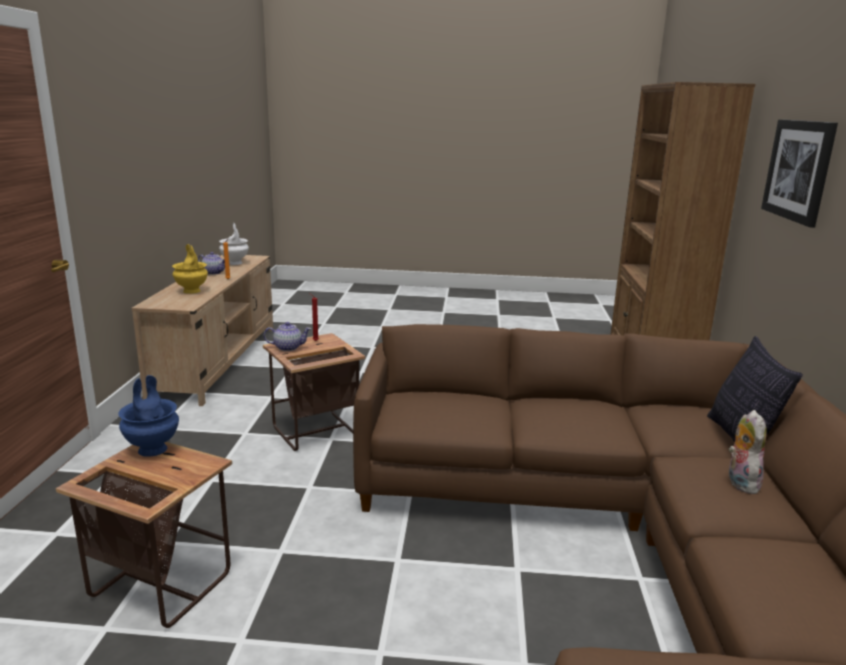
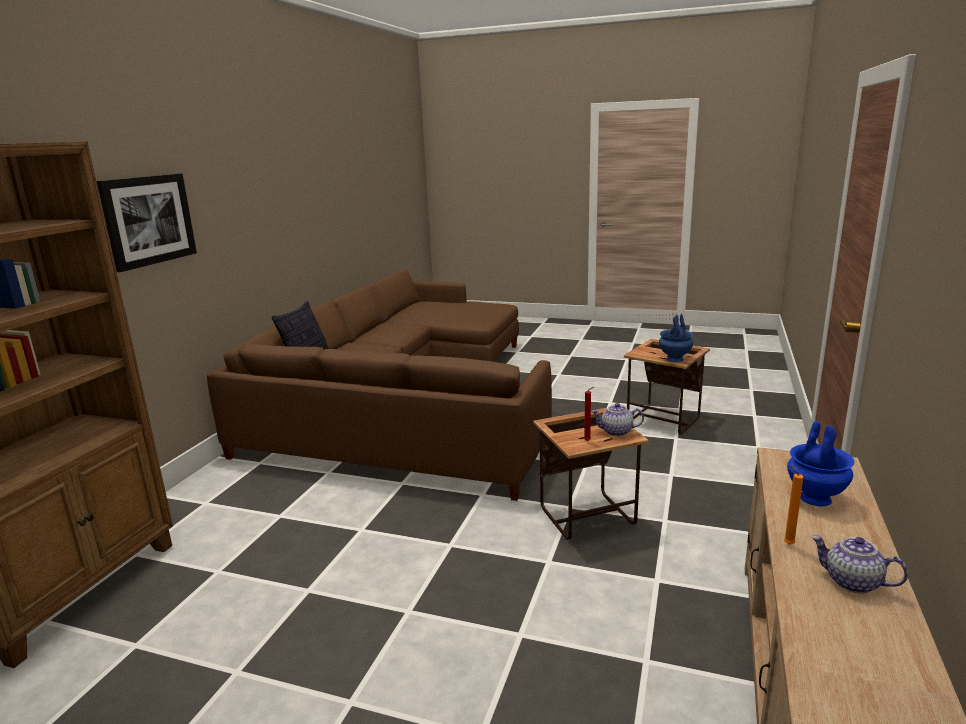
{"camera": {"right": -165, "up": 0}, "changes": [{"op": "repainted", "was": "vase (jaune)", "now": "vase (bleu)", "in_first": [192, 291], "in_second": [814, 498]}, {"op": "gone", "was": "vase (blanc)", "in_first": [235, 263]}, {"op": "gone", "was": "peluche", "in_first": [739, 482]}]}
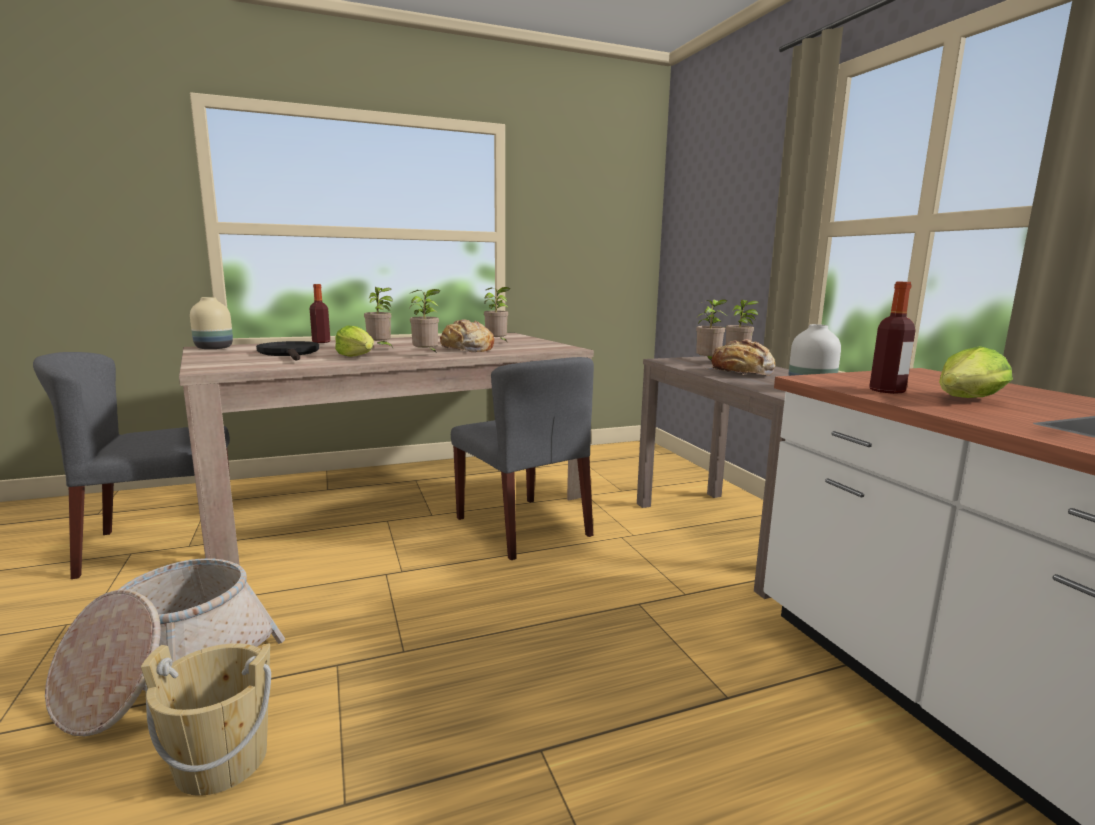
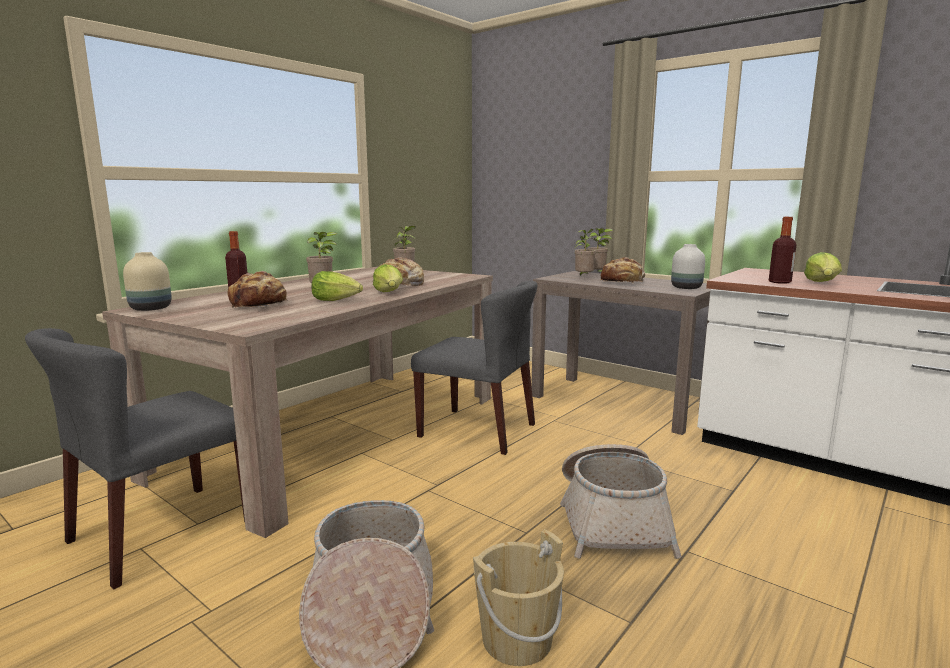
{"camera": {"right": -30, "up": 0}, "changes": [{"op": "swapped", "was": "poêle (noir)", "now": "pain", "in_first": [290, 353], "in_second": [259, 305]}, {"op": "swapped", "was": "plante en pot", "now": "laitue", "in_first": [427, 355], "in_second": [389, 292]}, {"op": "new", "now": "panier", "in_second": [612, 520]}]}
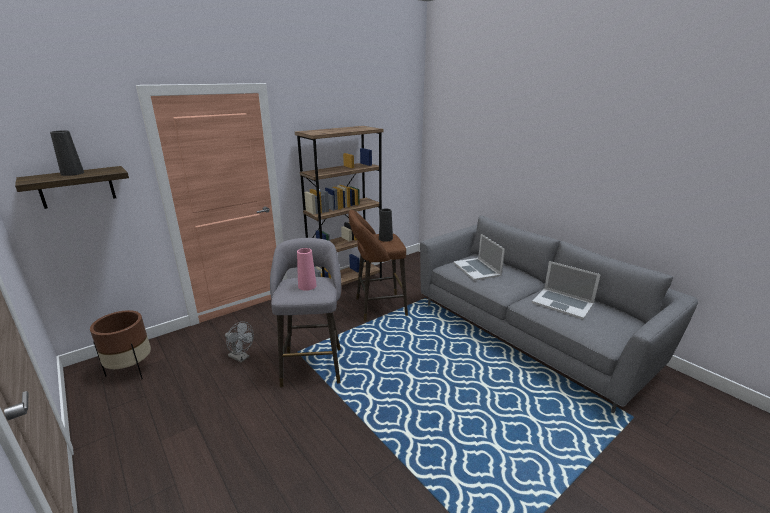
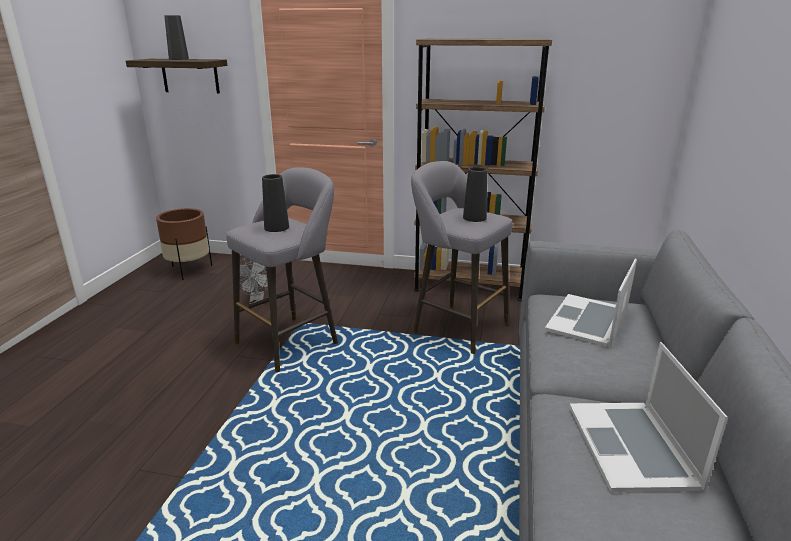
{"camera": {"right": 50, "up": 0}, "changes": [{"op": "repainted", "was": "vase (rose)", "now": "vase (noir)", "in_first": [307, 286], "in_second": [276, 227]}, {"op": "repainted", "was": "tabouret (marron)", "now": "tabouret (gris)", "in_first": [377, 307], "in_second": [456, 326]}]}
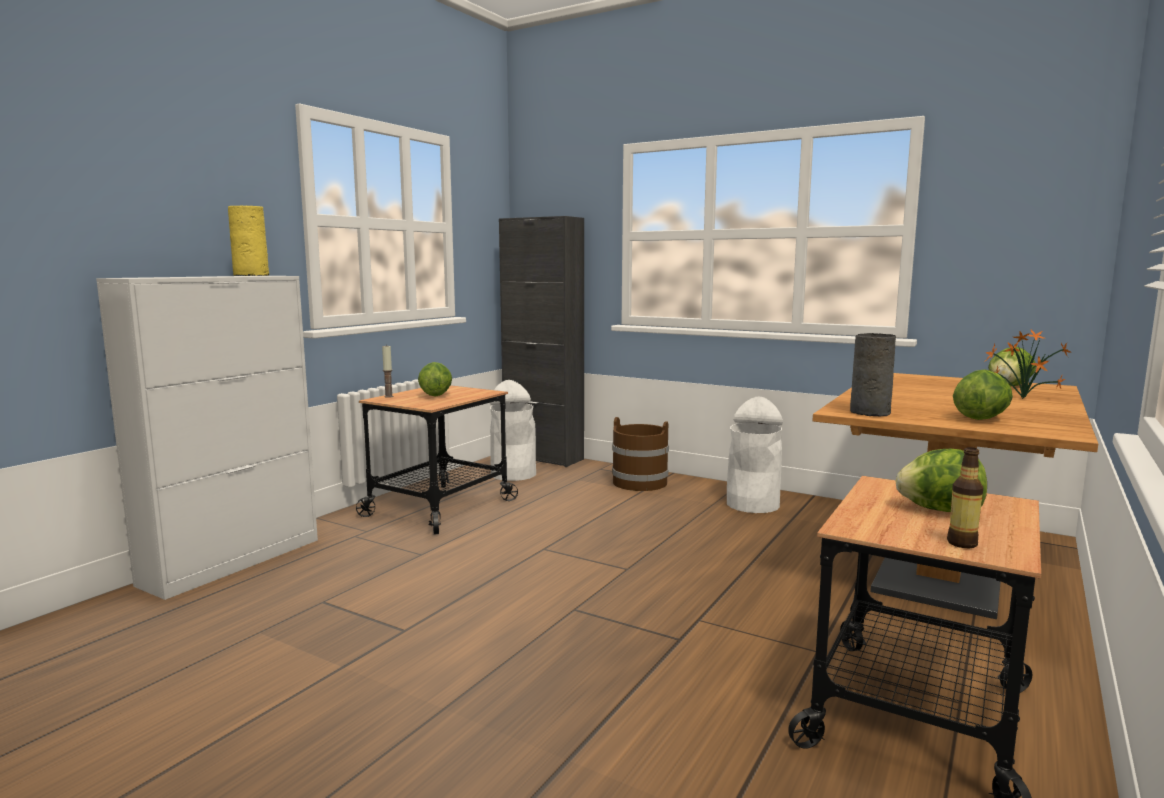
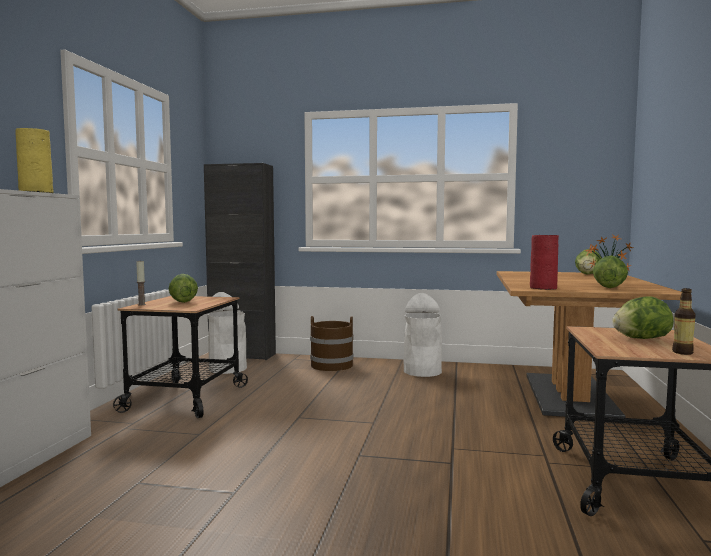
{"camera": {"right": -20, "up": -5}, "changes": [{"op": "repainted", "was": "vase (gris)", "now": "vase (rouge)", "in_first": [870, 412], "in_second": [543, 288]}]}
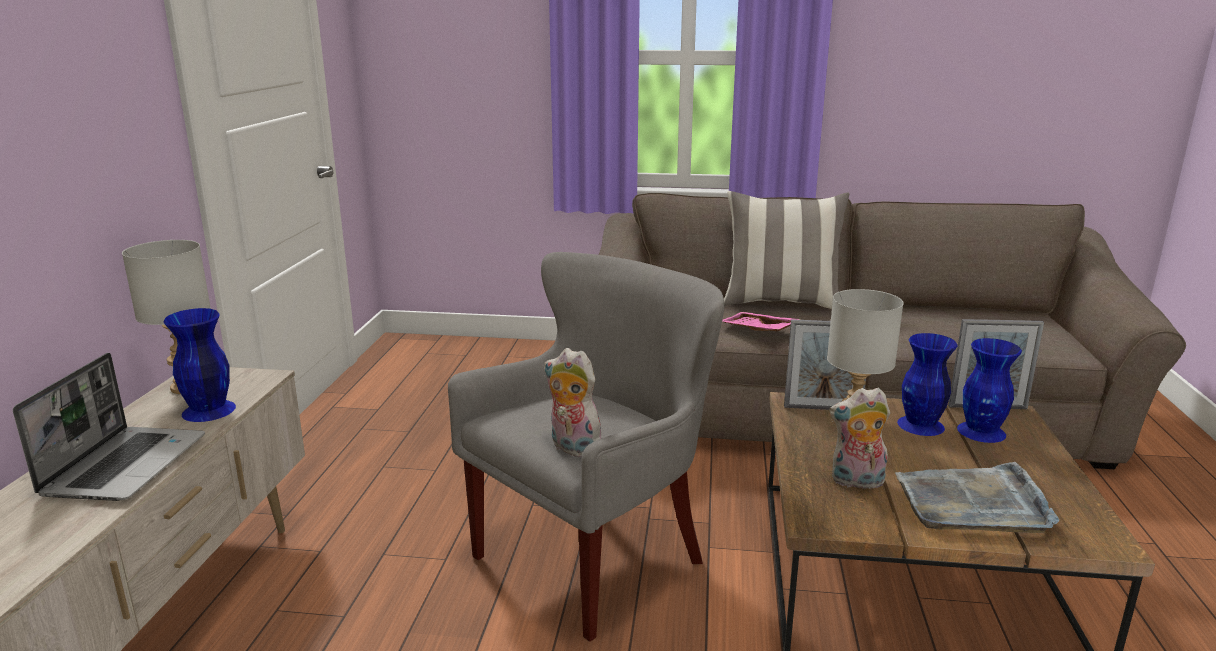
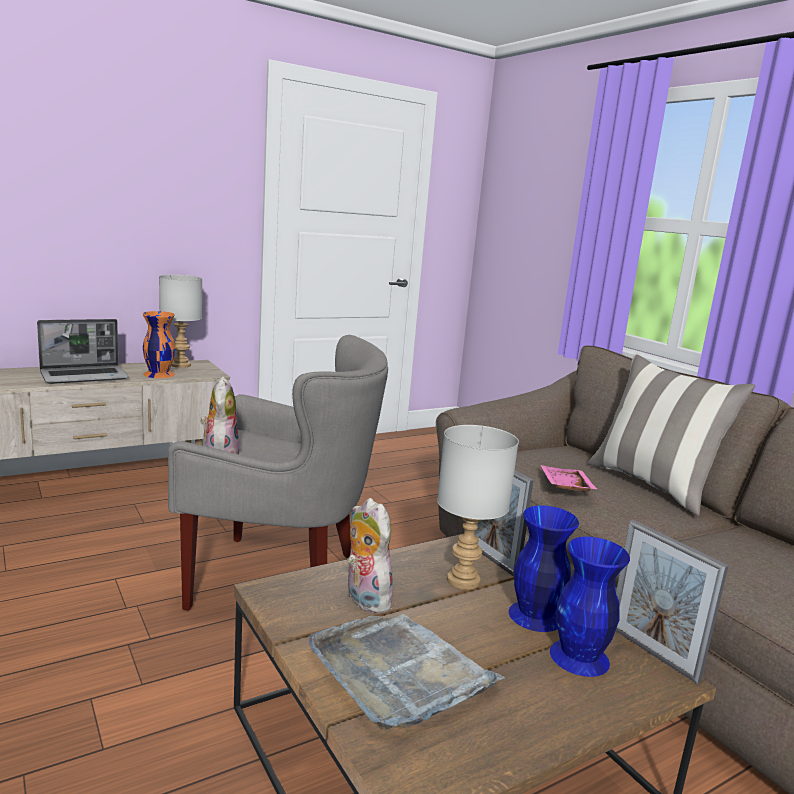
{"camera": {"right": 50, "up": -5}, "changes": [{"op": "repainted", "was": "vase (bleu)", "now": "vase (orange)", "in_first": [207, 410], "in_second": [158, 374]}]}
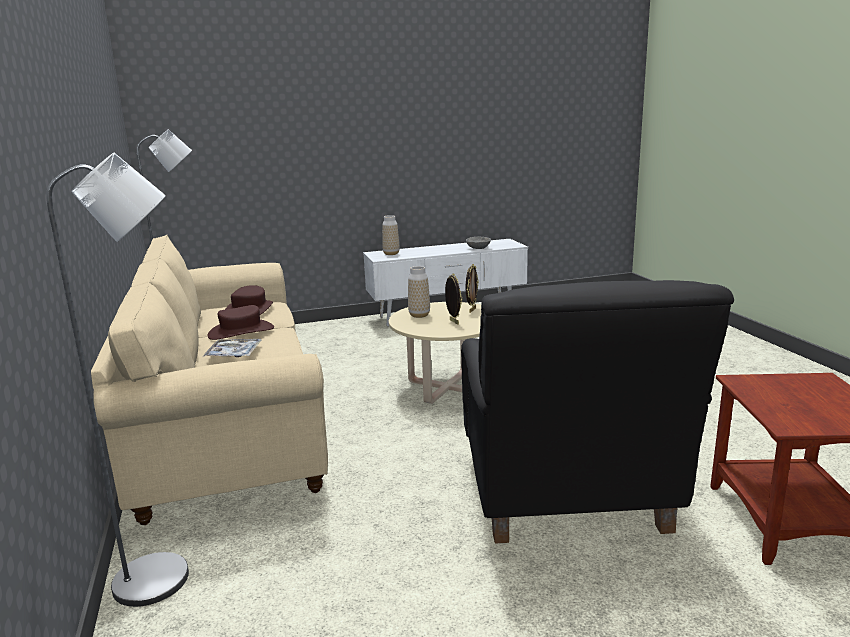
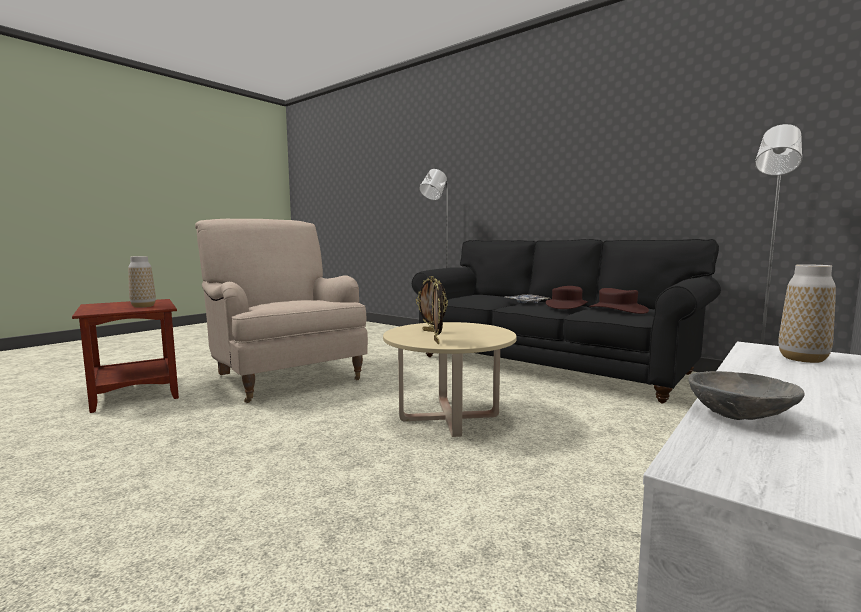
{"camera": {"right": 145, "up": -10}, "changes": [{"op": "repainted", "was": "canapé (beige)", "now": "canapé (noir)", "in_first": [229, 423], "in_second": [549, 365]}, {"op": "shifted", "was": "vase", "in_first": [419, 315], "in_second": [143, 306]}, {"op": "repainted", "was": "fauteuil (noir)", "now": "fauteuil (beige)", "in_first": [566, 499], "in_second": [285, 377]}]}
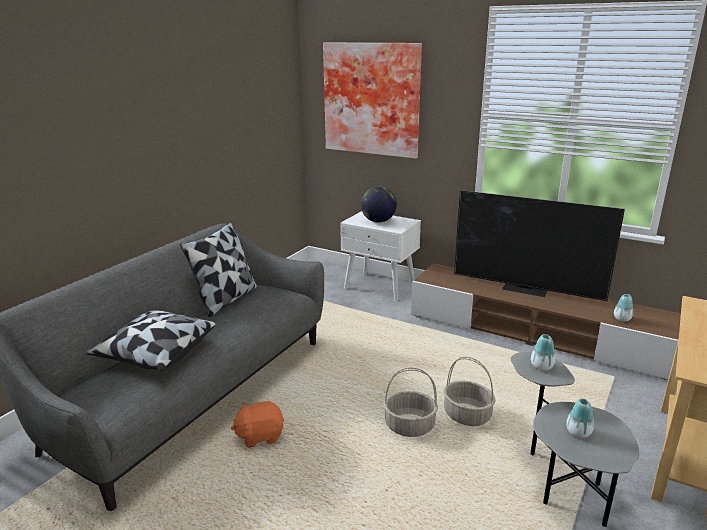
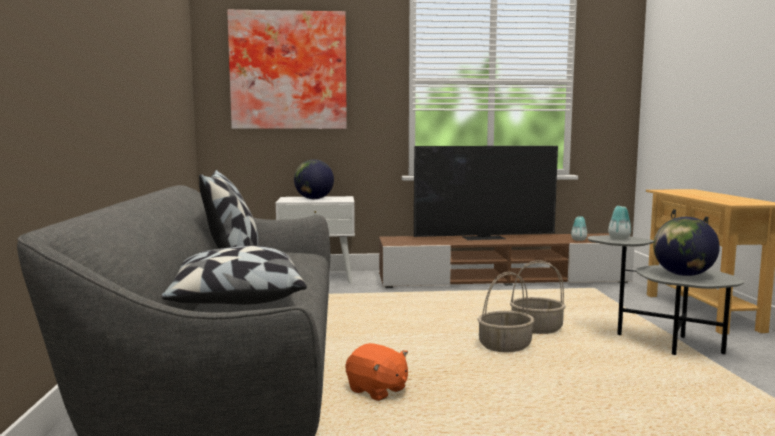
{"camera": {"right": -35, "up": -15}, "changes": [{"op": "rotated", "was": "peluche (orange)", "in_first": [260, 436], "in_second": [377, 391], "clockwise": -90}, {"op": "swapped", "was": "vase", "now": "globe", "in_first": [578, 432], "in_second": [683, 275]}]}
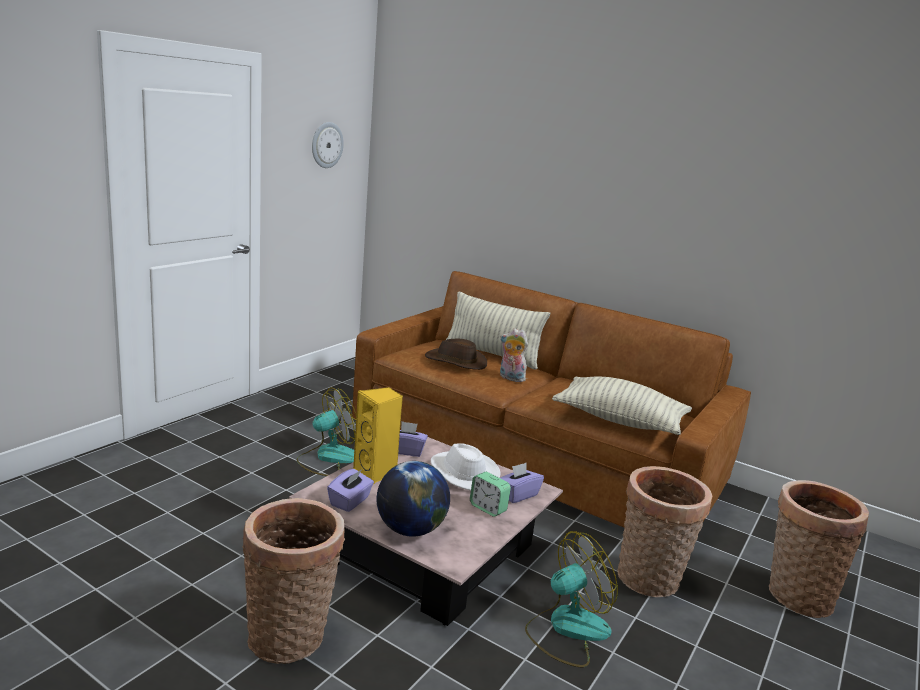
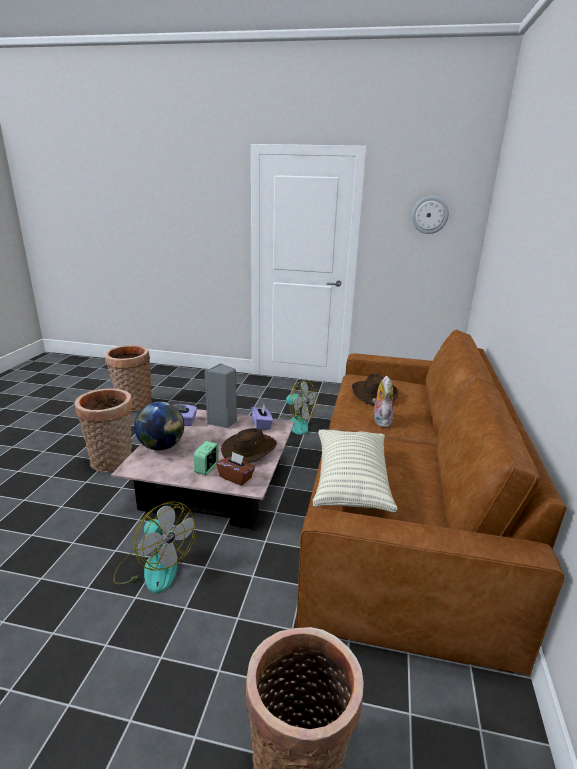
{"camera": {"right": 70, "up": 5}, "changes": [{"op": "repainted", "was": "enceinte (jaune)", "now": "enceinte (gris)", "in_first": [376, 472], "in_second": [223, 422]}, {"op": "repainted", "was": "chapeau (blanc)", "now": "chapeau (marron)", "in_first": [463, 473], "in_second": [249, 450]}, {"op": "gone", "was": "coussin", "in_first": [492, 355]}, {"op": "repainted", "was": "boîte à mouchoirs (violet)", "now": "boîte à mouchoirs (marron)", "in_first": [517, 495], "in_second": [236, 477]}, {"op": "shifted", "was": "panier", "in_first": [649, 581], "in_second": [133, 405]}]}
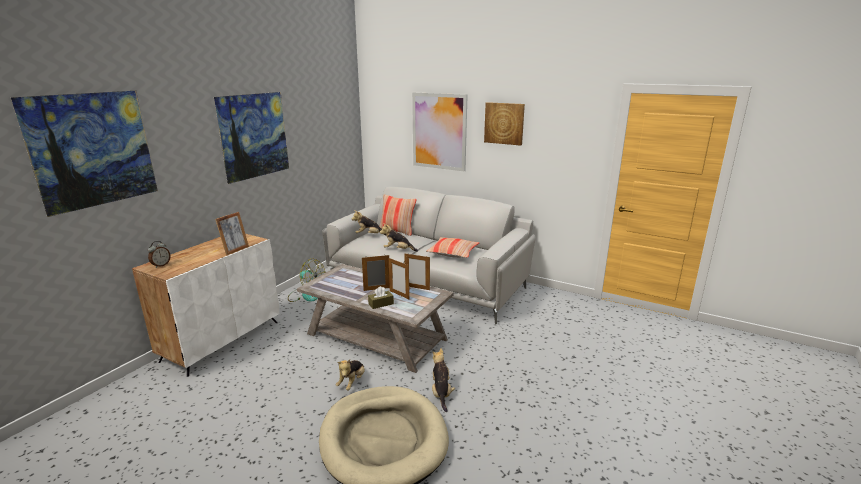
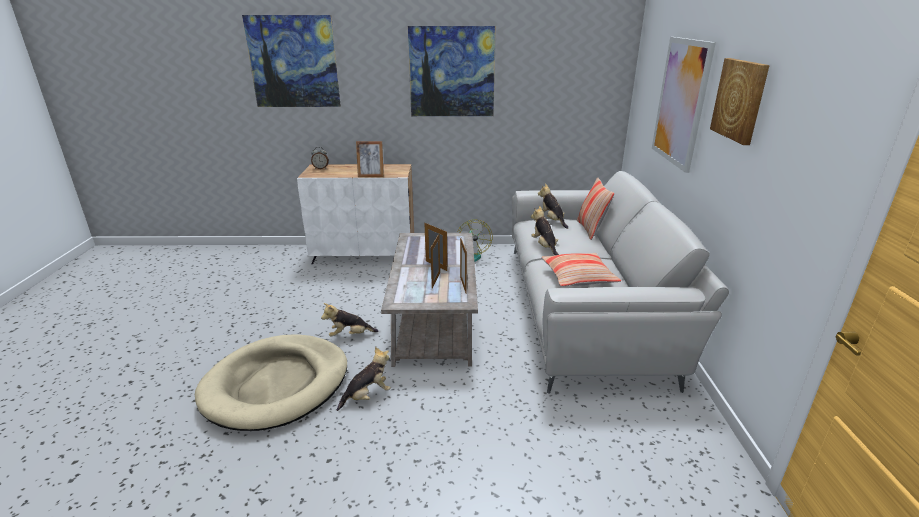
{"camera": {"right": 60, "up": 5}, "changes": [{"op": "gone", "was": "boîte à mouchoirs (marron)", "in_first": [381, 304]}]}
